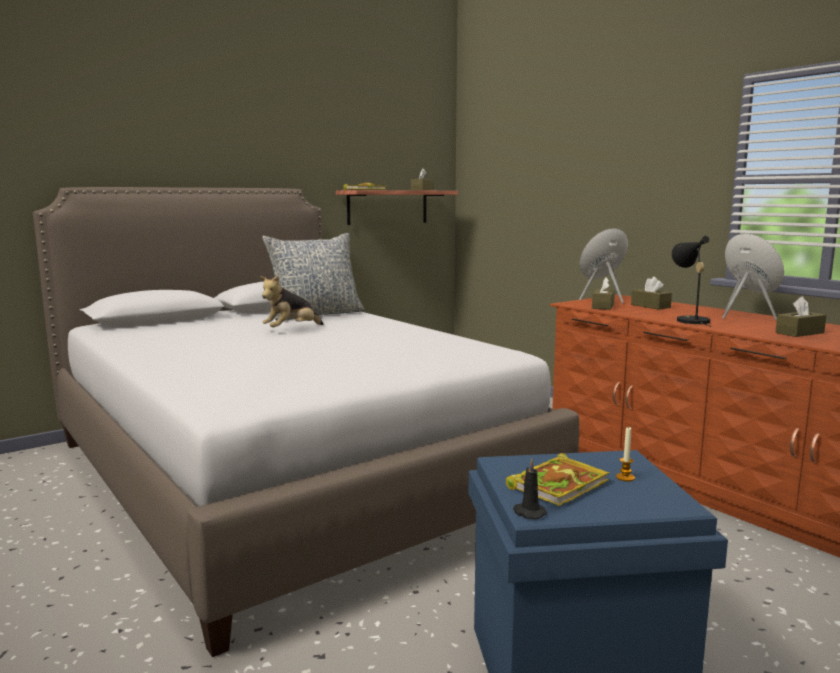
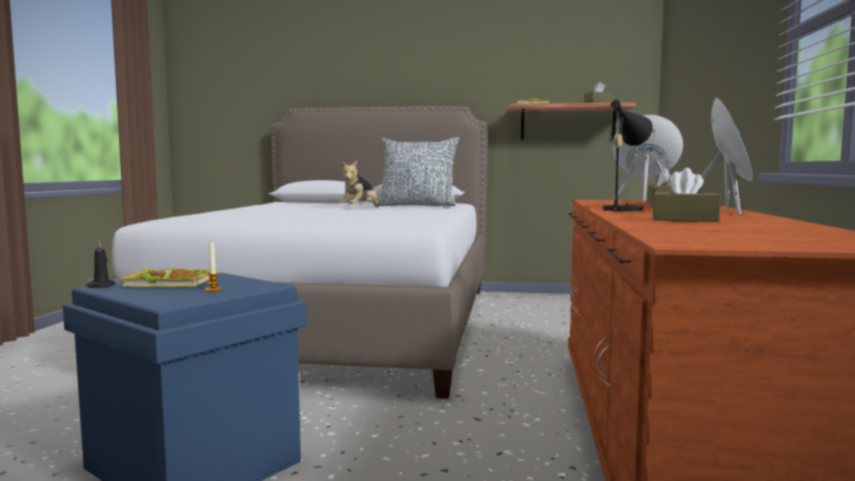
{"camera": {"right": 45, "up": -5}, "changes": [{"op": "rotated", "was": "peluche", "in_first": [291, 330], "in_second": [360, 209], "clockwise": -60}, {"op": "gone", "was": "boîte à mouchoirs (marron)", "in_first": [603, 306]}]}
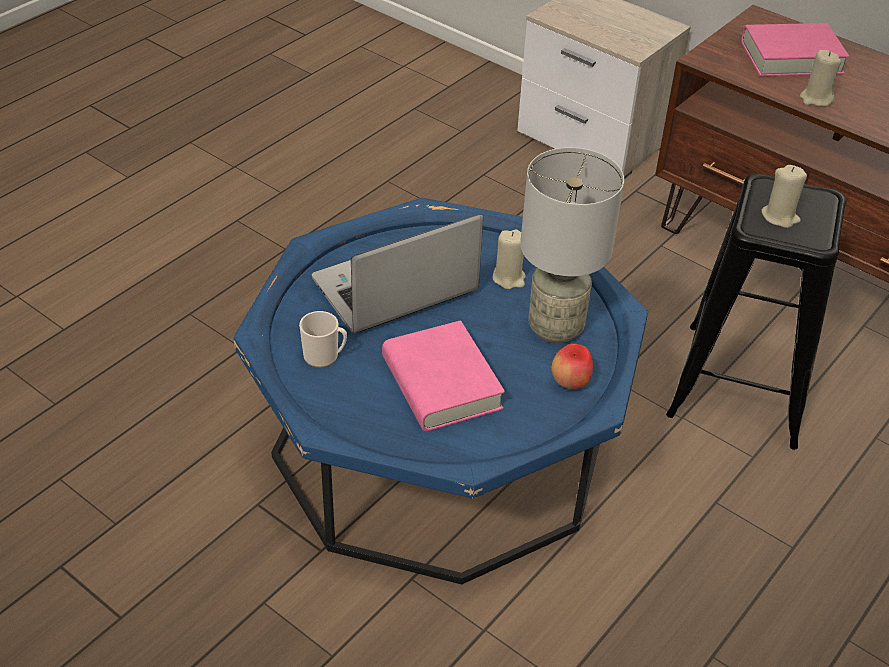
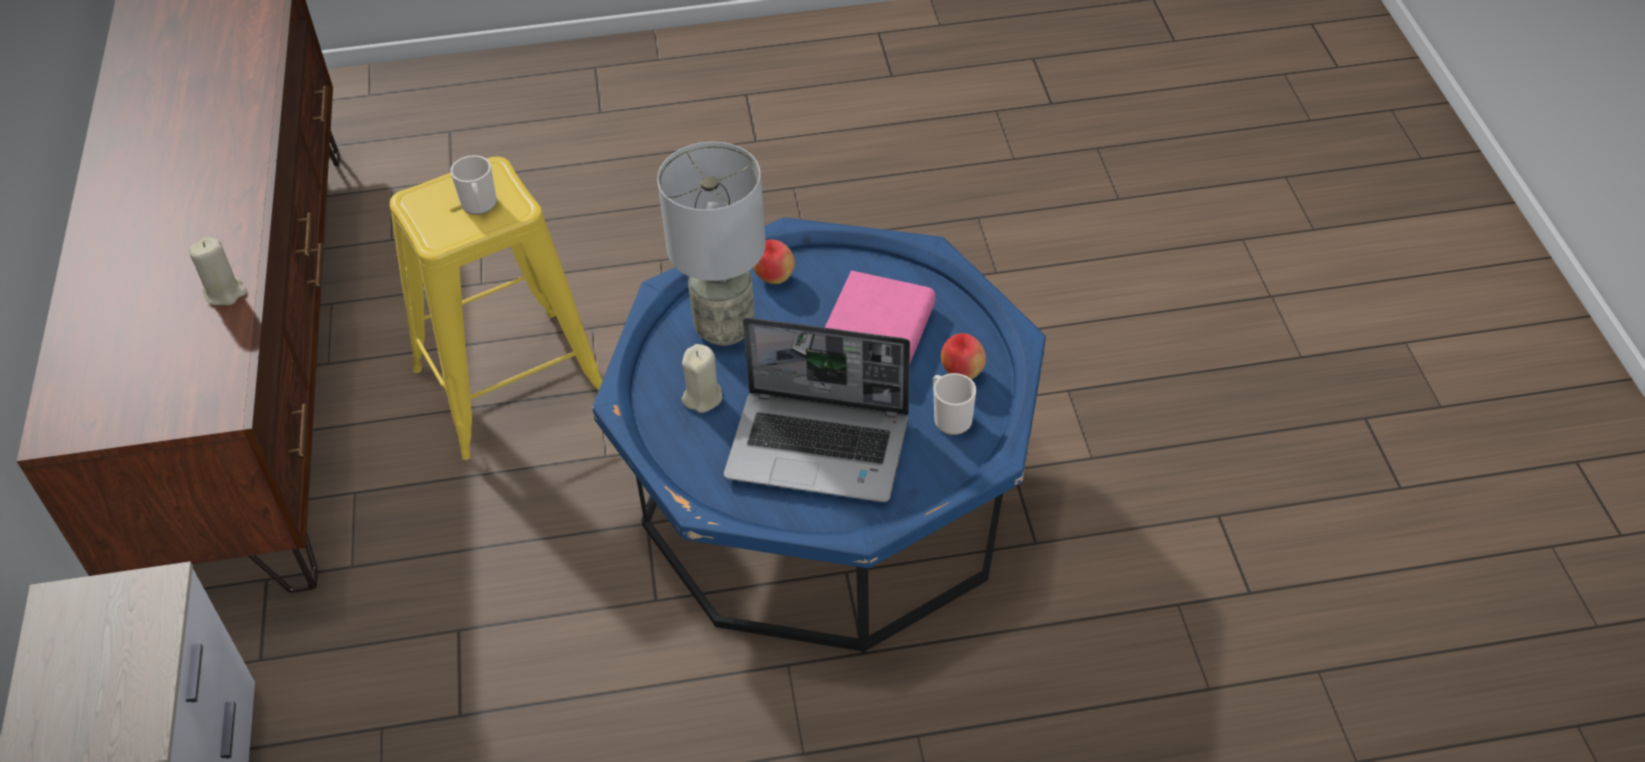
{"camera": {"right": -135, "up": 5}, "changes": [{"op": "repainted", "was": "tabouret (noir)", "now": "tabouret (jaune)", "in_first": [741, 384], "in_second": [510, 383]}, {"op": "gone", "was": "livre (rose)", "in_first": [791, 57]}, {"op": "swapped", "was": "bougie (beige)", "now": "mug", "in_first": [780, 217], "in_second": [479, 206]}, {"op": "new", "now": "pomme", "in_second": [962, 373]}]}
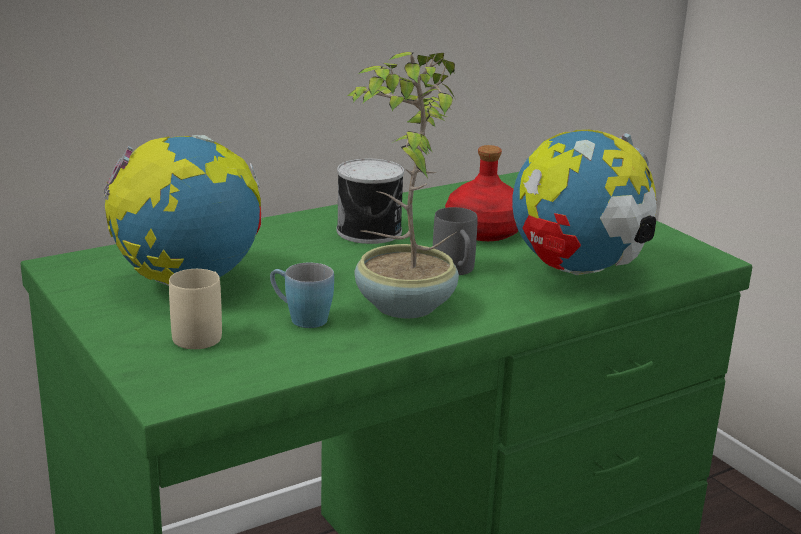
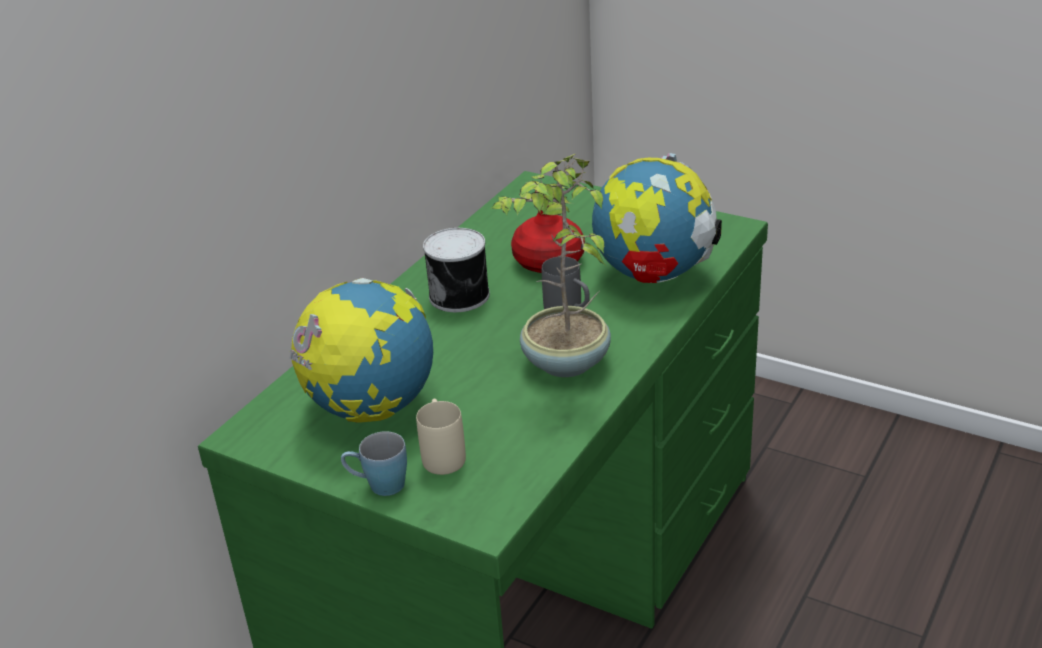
{"camera": {"right": -25, "up": 10}, "changes": [{"op": "shifted", "was": "mug (bleu)", "in_first": [300, 318], "in_second": [378, 485]}]}
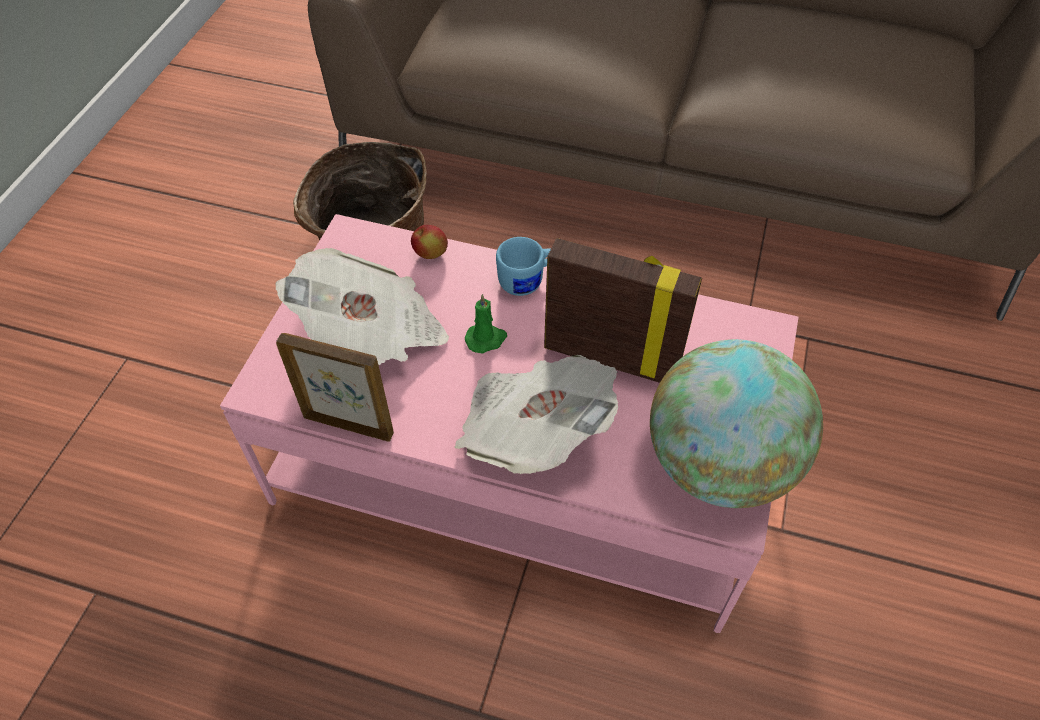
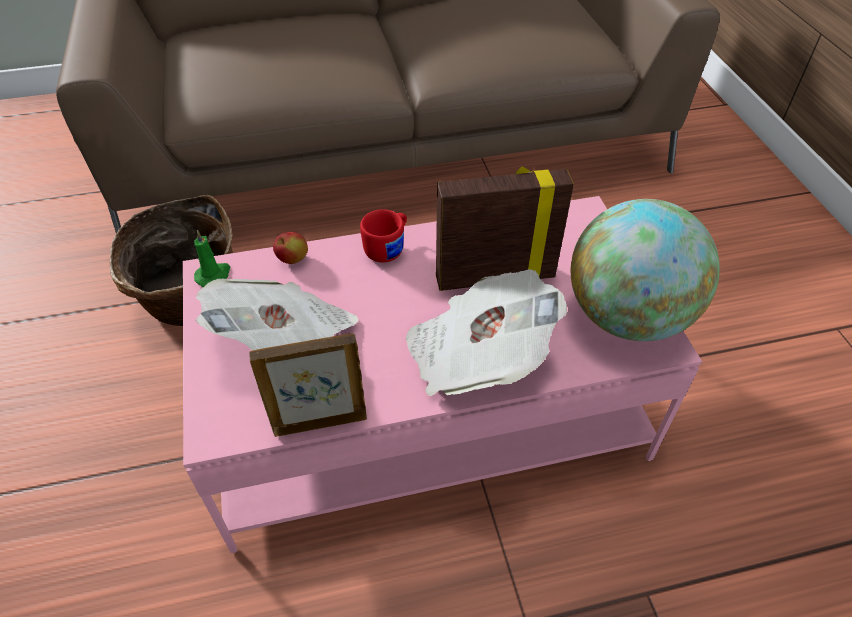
{"camera": {"right": -30, "up": -5}, "changes": [{"op": "shifted", "was": "bougie (vert)", "in_first": [486, 339], "in_second": [214, 275]}, {"op": "repainted", "was": "mug (bleu)", "now": "mug (rouge)", "in_first": [527, 281], "in_second": [388, 248]}]}
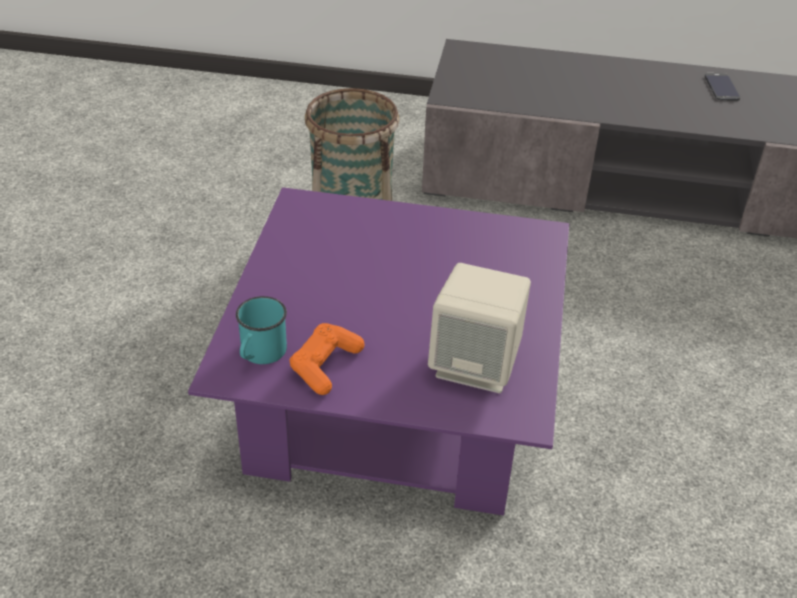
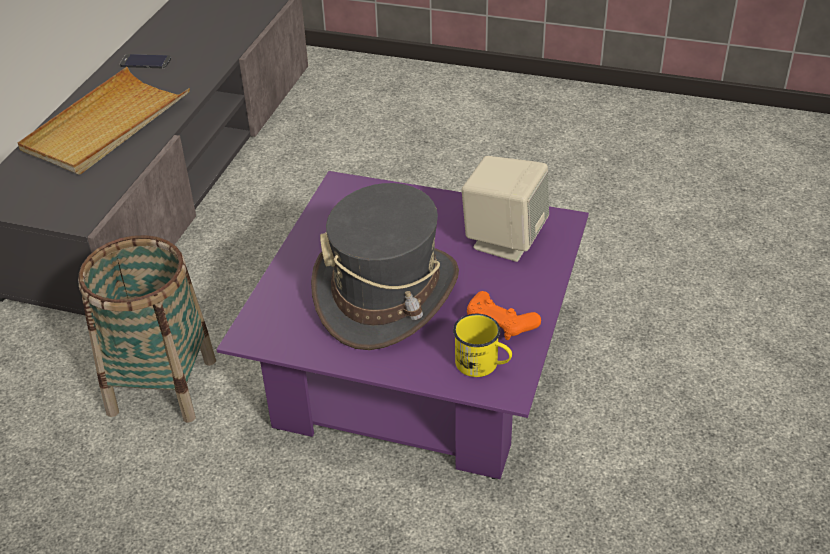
{"camera": {"right": -80, "up": 0}, "changes": [{"op": "repainted", "was": "mug (turquoise)", "now": "mug (jaune)", "in_first": [260, 354], "in_second": [483, 365]}, {"op": "new", "now": "plateau (beige)", "in_second": [106, 126]}, {"op": "new", "now": "chapeau (gris)", "in_second": [387, 295]}]}
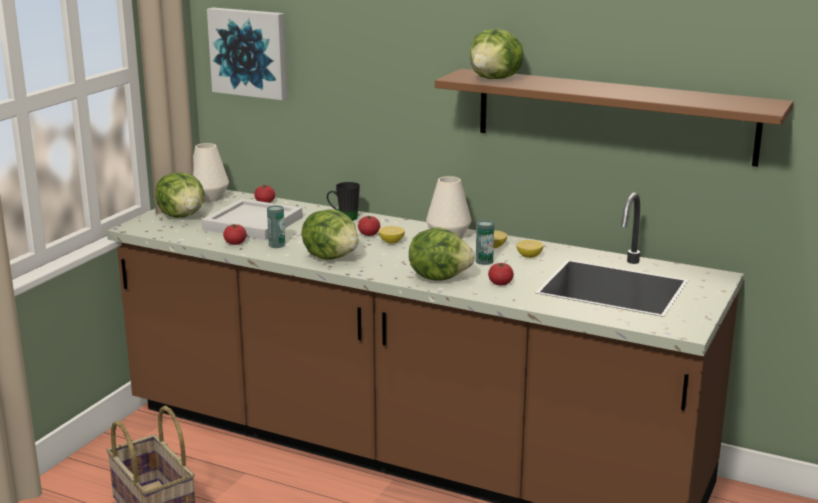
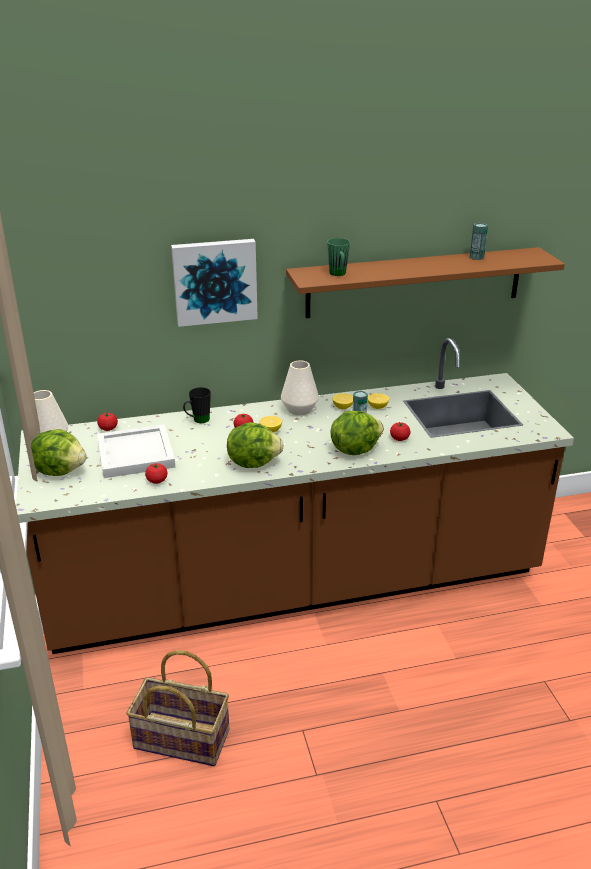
{"camera": {"right": -40, "up": 10}, "changes": [{"op": "shifted", "was": "tableau", "in_first": [250, 52], "in_second": [214, 281]}, {"op": "shifted", "was": "boîte métallique", "in_first": [277, 245], "in_second": [476, 257]}, {"op": "swapped", "was": "laitue", "now": "mug (vert)", "in_first": [495, 79], "in_second": [338, 275]}]}
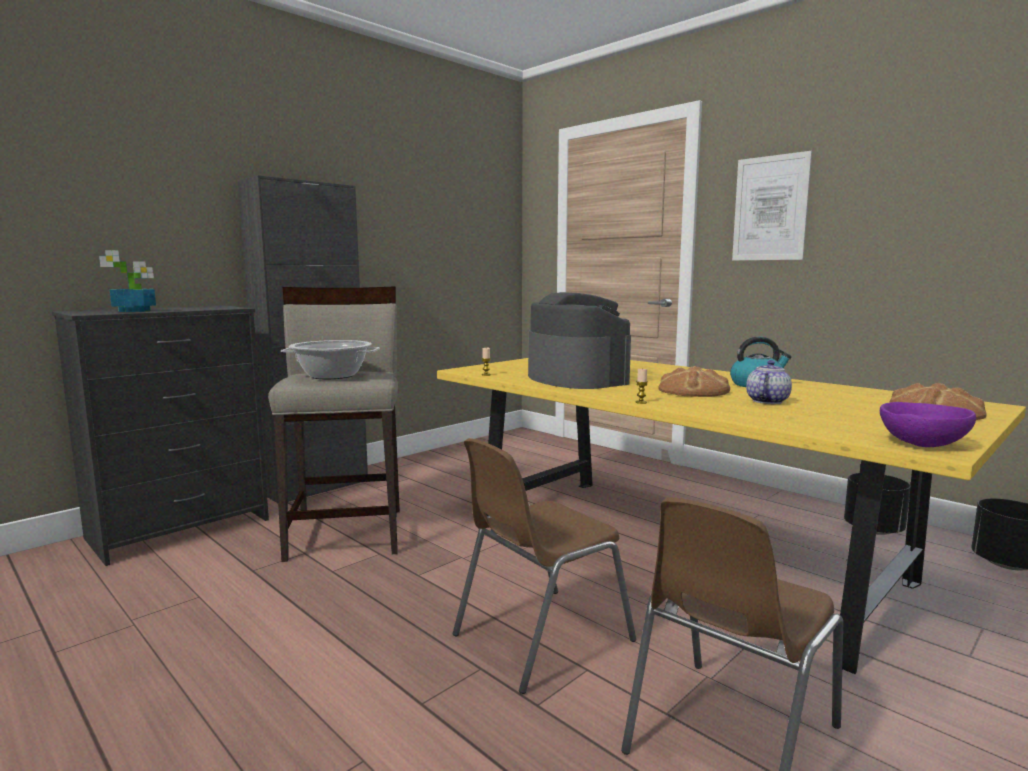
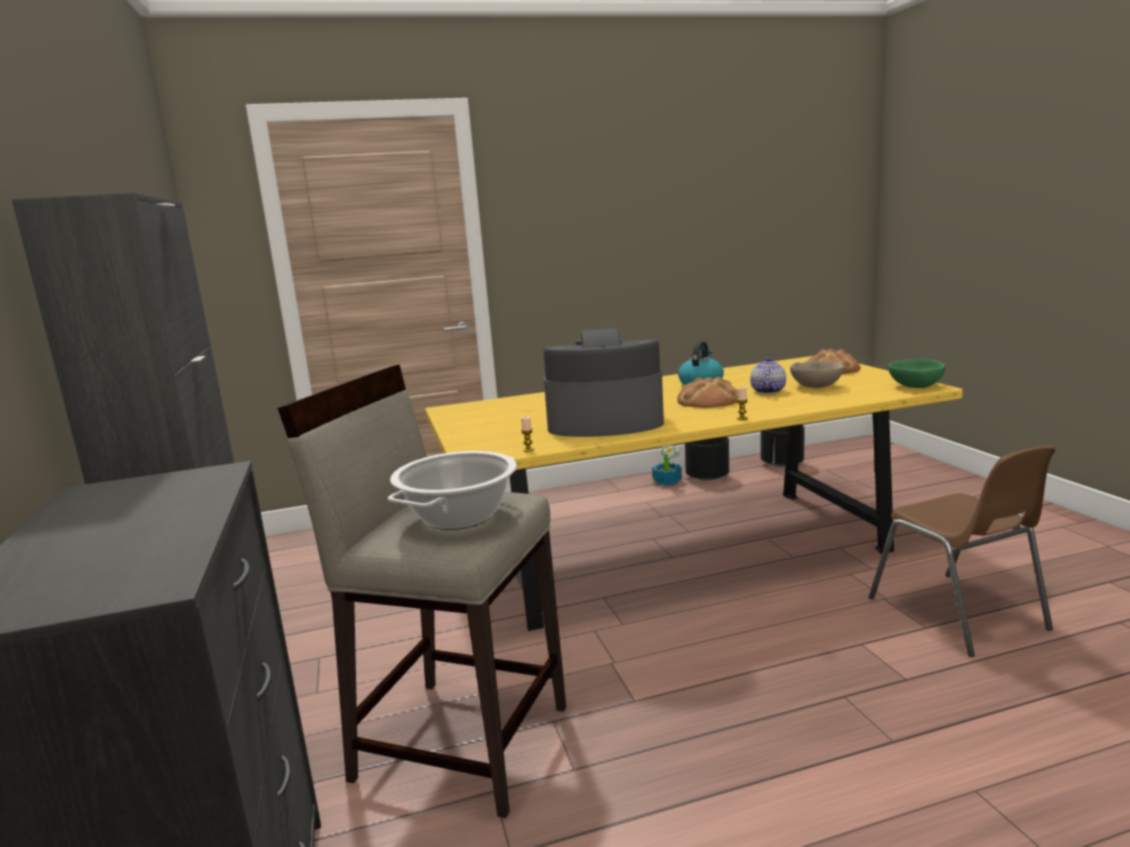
{"camera": {"right": -60, "up": 5}, "changes": [{"op": "shifted", "was": "plante en pot", "in_first": [135, 311], "in_second": [667, 481]}, {"op": "gone", "was": "chaise (marron)", "in_first": [539, 637]}, {"op": "gone", "was": "tableau", "in_first": [770, 208]}, {"op": "rotated", "was": "théière", "in_first": [766, 401], "in_second": [767, 391], "clockwise": 45}, {"op": "repainted", "was": "bol (violet)", "now": "bol (vert)", "in_first": [921, 444], "in_second": [914, 386]}, {"op": "new", "now": "bol (beige)", "in_second": [816, 387]}]}
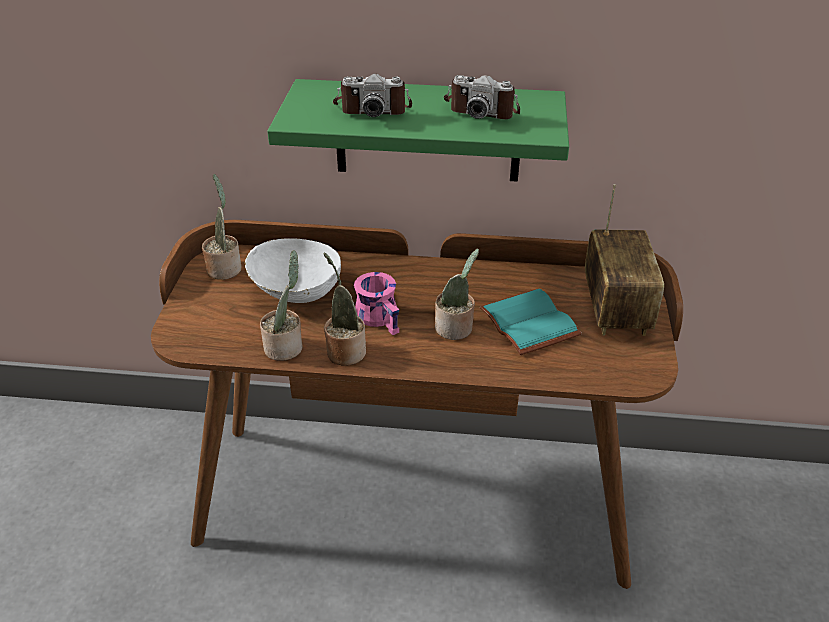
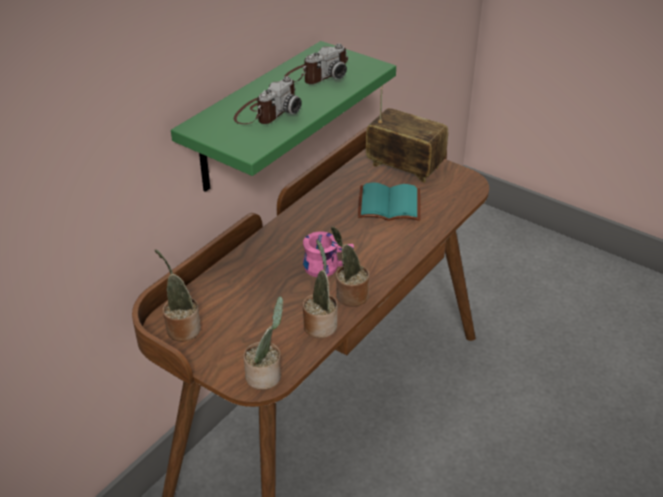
{"camera": {"right": -60, "up": 0}, "changes": [{"op": "gone", "was": "bol (blanc)", "in_first": [295, 292]}, {"op": "shifted", "was": "plante en pot", "in_first": [456, 329], "in_second": [266, 375]}]}
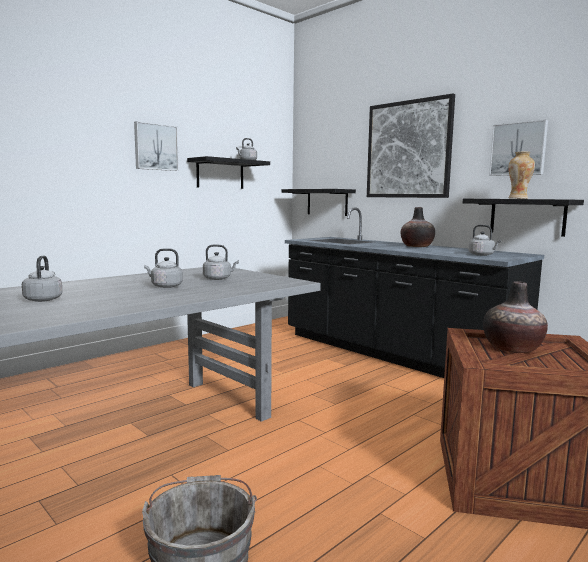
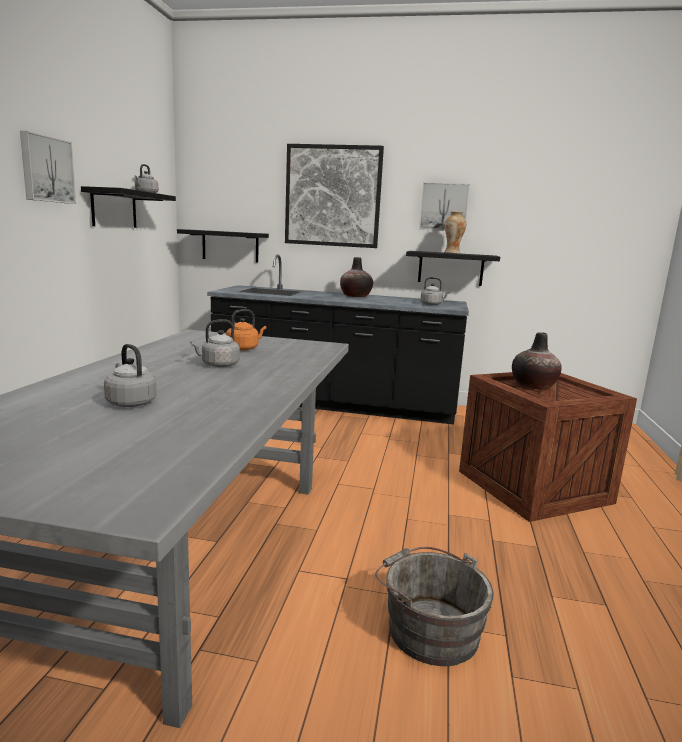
{"camera": {"right": -35, "up": 5}, "changes": [{"op": "repainted", "was": "bouilloire (gris)", "now": "bouilloire (orange)", "in_first": [218, 278], "in_second": [244, 348]}]}
